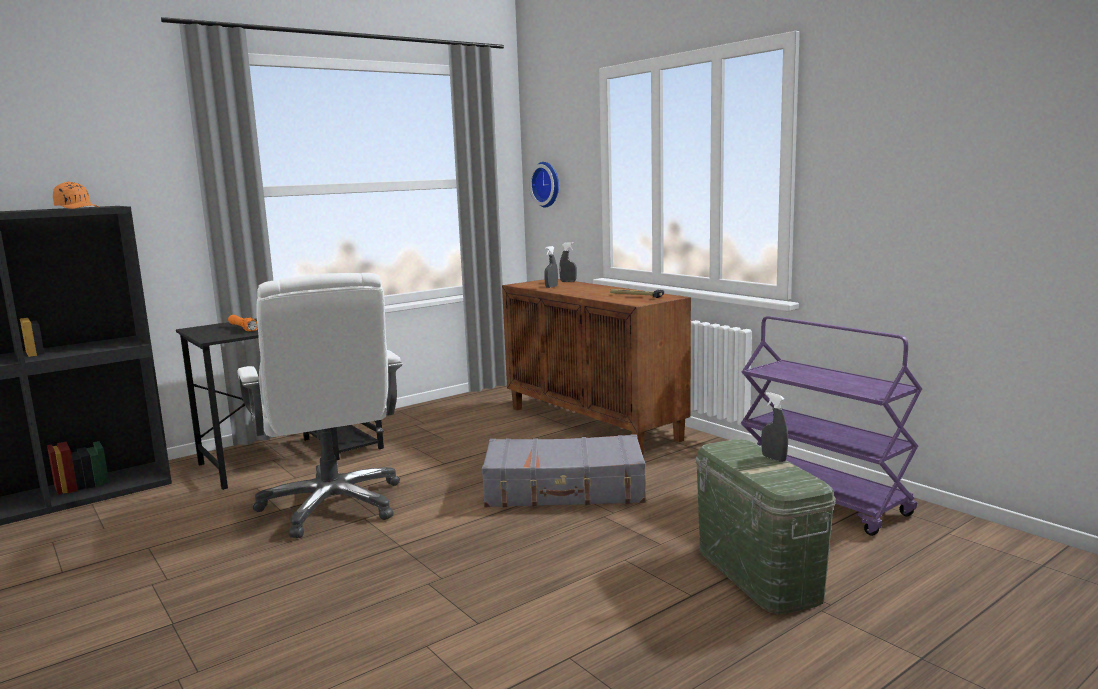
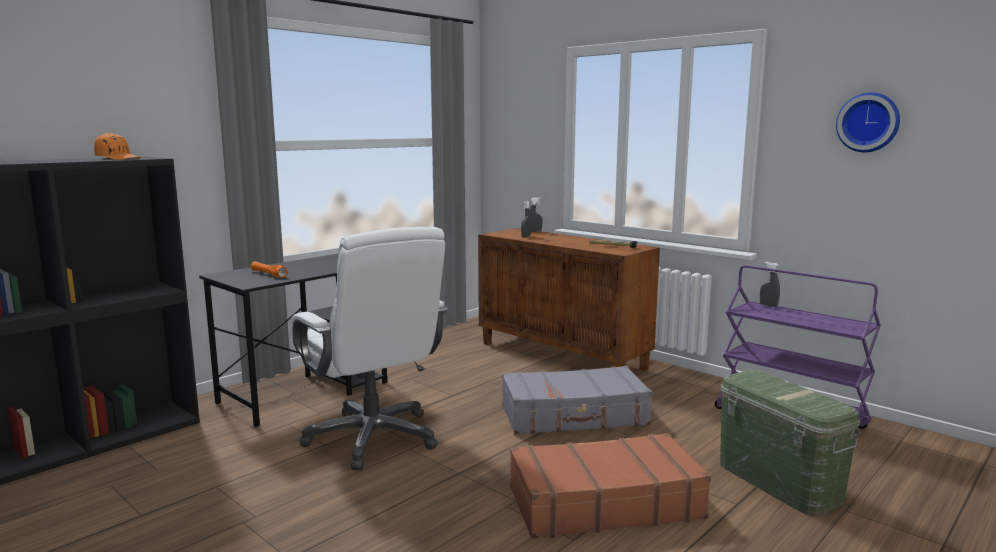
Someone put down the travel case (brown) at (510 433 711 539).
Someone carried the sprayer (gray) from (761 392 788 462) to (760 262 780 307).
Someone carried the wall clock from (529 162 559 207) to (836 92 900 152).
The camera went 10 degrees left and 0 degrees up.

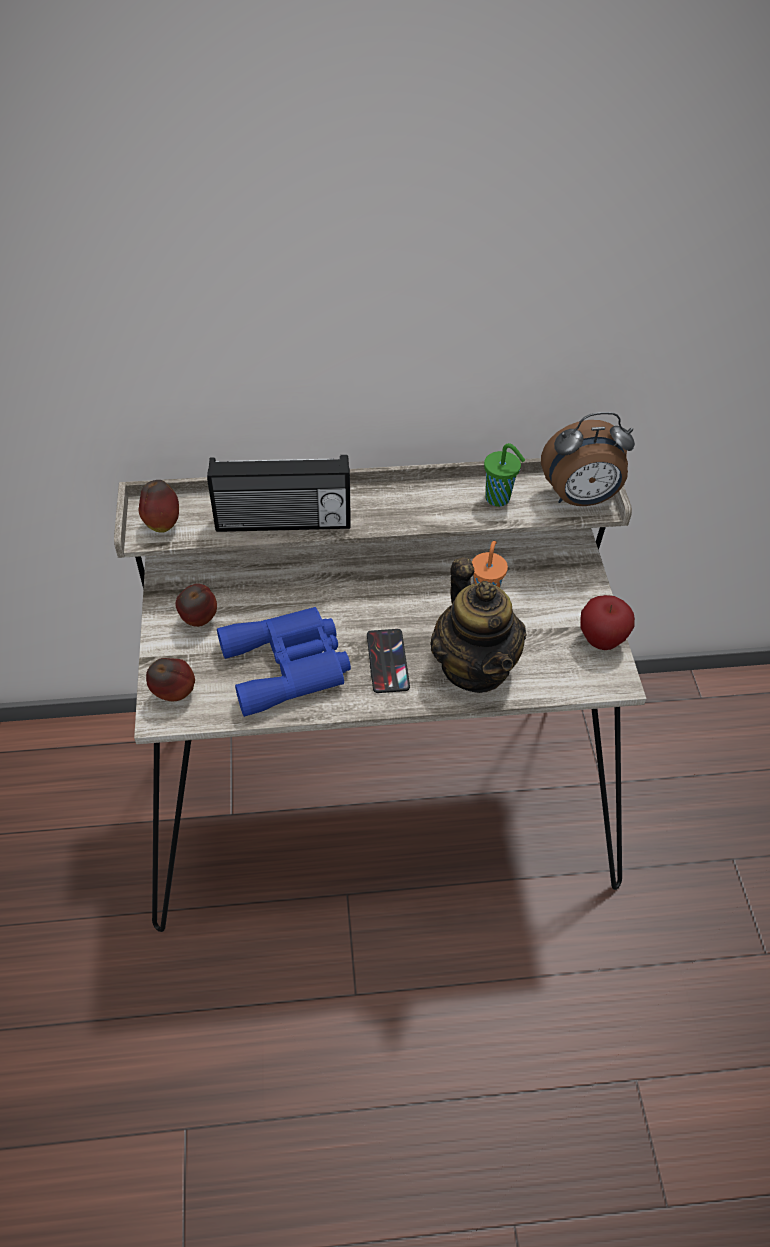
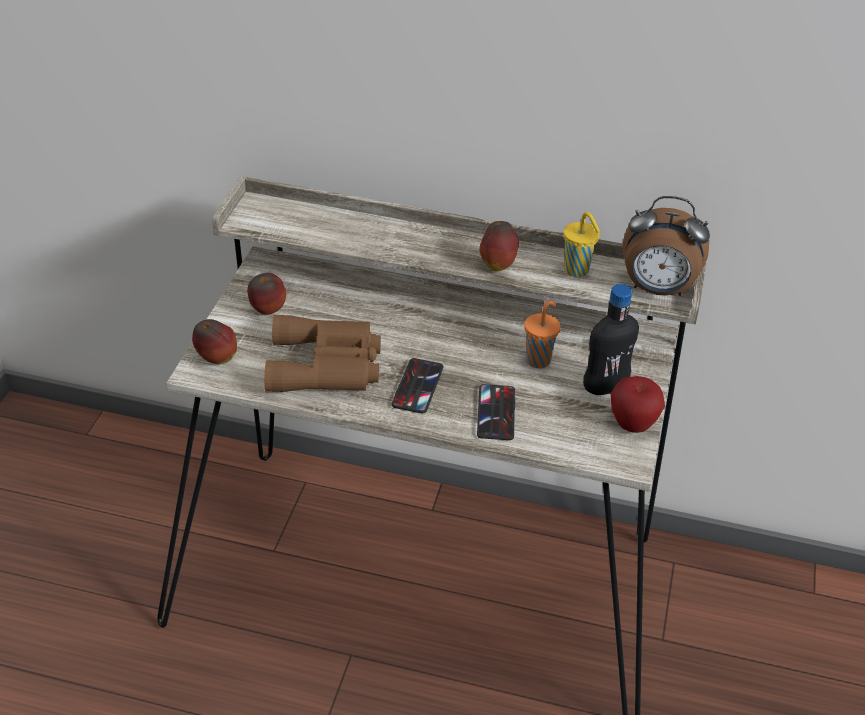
Someone repainted the field glasses (blue) at (217 607 351 717), which became the field glasses (brown) at (264 315 381 392).
Someone swapped the pot for tea at (431 558 527 693) for the handset at (477 384 515 440).
Someone carried the whole apple from (139 480 179 533) to (479 221 519 272).
Someone repainted the cup (greenish) at (484 443 525 507), which became the cup (yellow-coloured) at (563 212 600 277).
Someone put down the beverage bottle (blackish) at (583 284 639 395).
Someone took away the radio receiver at (207 455 351 532).
The camera went 20 degrees right and 10 degrees down.

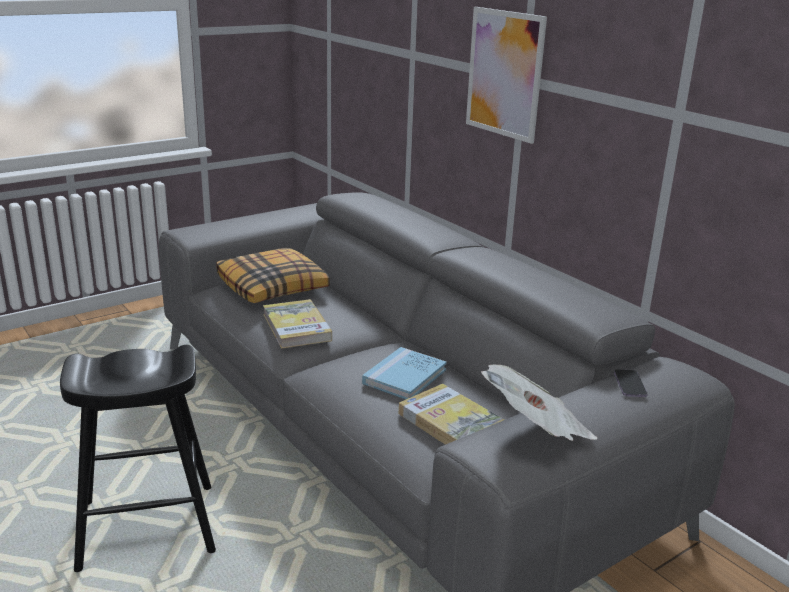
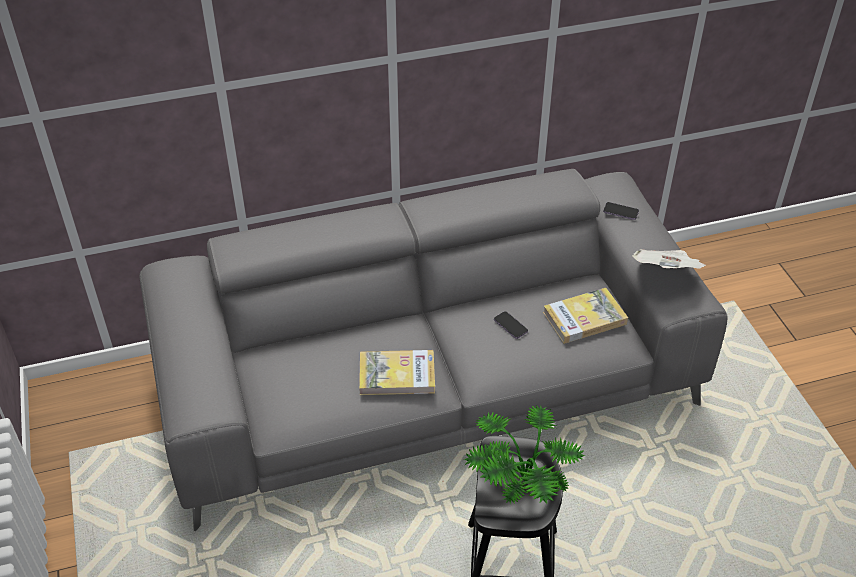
Someone put down the potted plant at (464 405 585 505).
Someone swapped the volume (blue) at (362 347 447 399) for the handset at (494 311 528 339).
Someone took away the pillow at (216 248 330 303).
Someone took away the wall art at (466 7 547 144).
The camera went 70 degrees left and 20 degrees up.

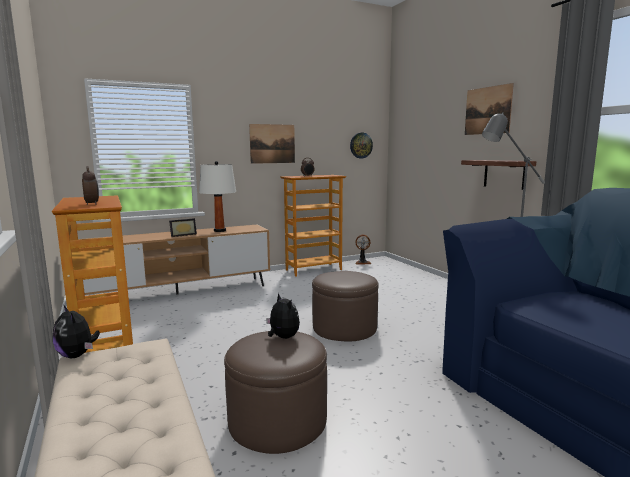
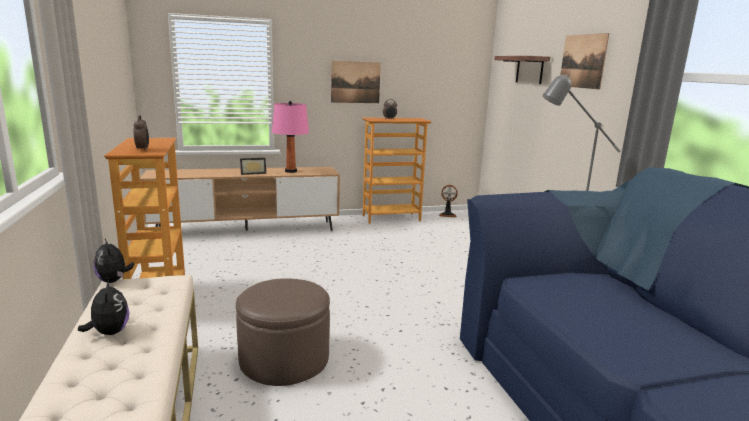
Someone carried the plush toy from (266 293 300 339) to (78 279 129 335).
Someone repainted the lamp for a table (white-coloured) at (199 161 236 232), which became the lamp for a table (pinkish) at (272 101 309 173).
Someone carried the wall shelf from (461 160 536 190) to (494 56 550 84).
Someone took away the pouffe (brown) at (312 271 379 341).
Someone took away the wall clock at (350 133 373 158).
The camera went 10 degrees right and 5 degrees up.

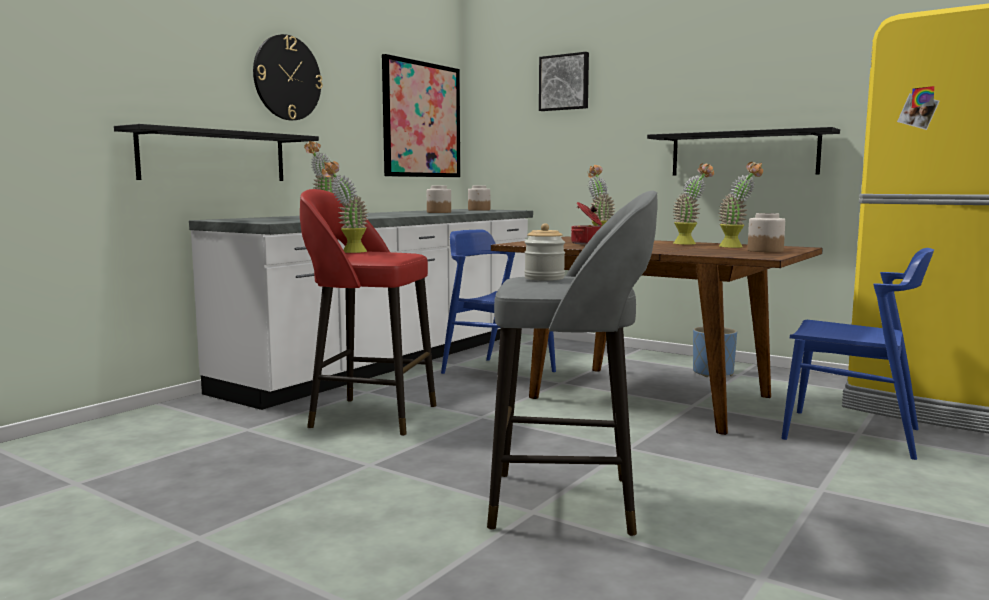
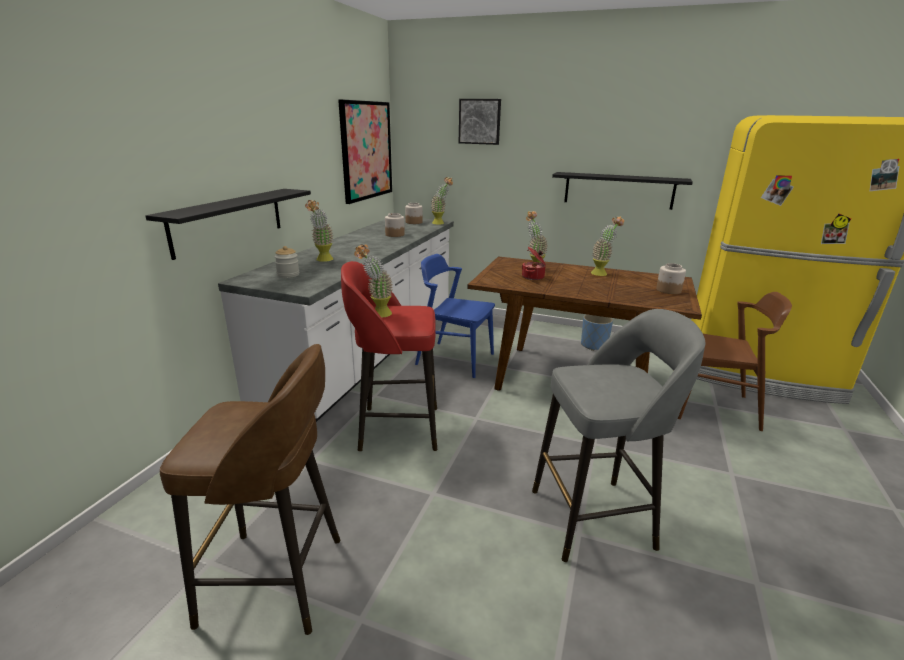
Someone put down the stool (brown) at (160 344 340 635).
Someone carried the jar from (524 223 565 281) to (274 246 299 278).
Someone carried the potted plant from (718 162 763 248) to (431 177 453 225).
Someone repainted the chair (blue) at (782 248 934 460), which became the chair (brown) at (678 292 792 431).
Someone took away the wall clock at (253 34 323 120).
The camera went 15 degrees left and 15 degrees up.

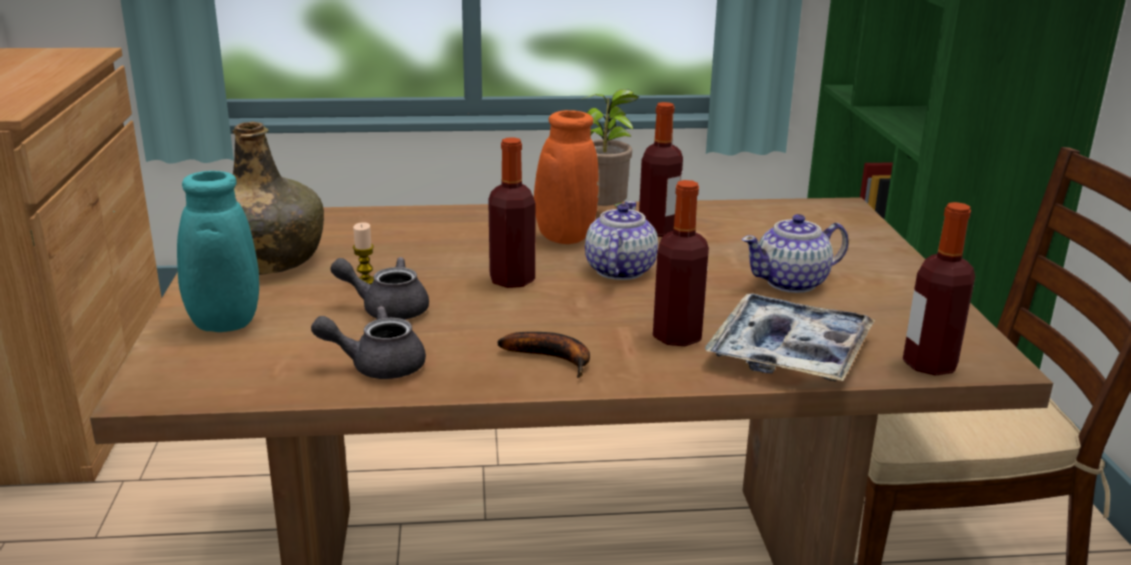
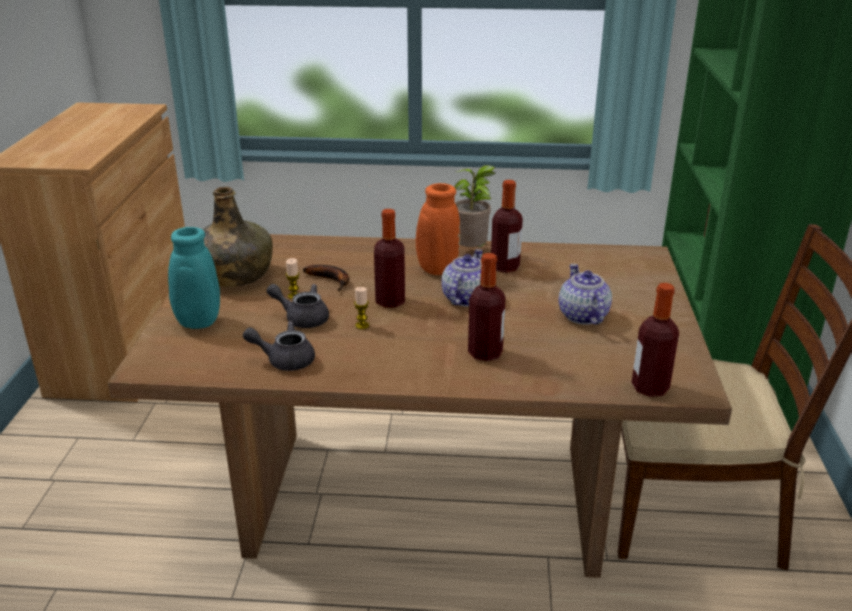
Someone carried the whole banana from (497 332 590 378) to (303 265 349 291).
Someone put down the candle at (354 287 369 329).
Someone rotated the pot for tea at (742 214 848 293) by 90 degrees clockwise.
Someone took away the tray at (704 293 875 381).
The camera went 10 degrees right and 5 degrees up.

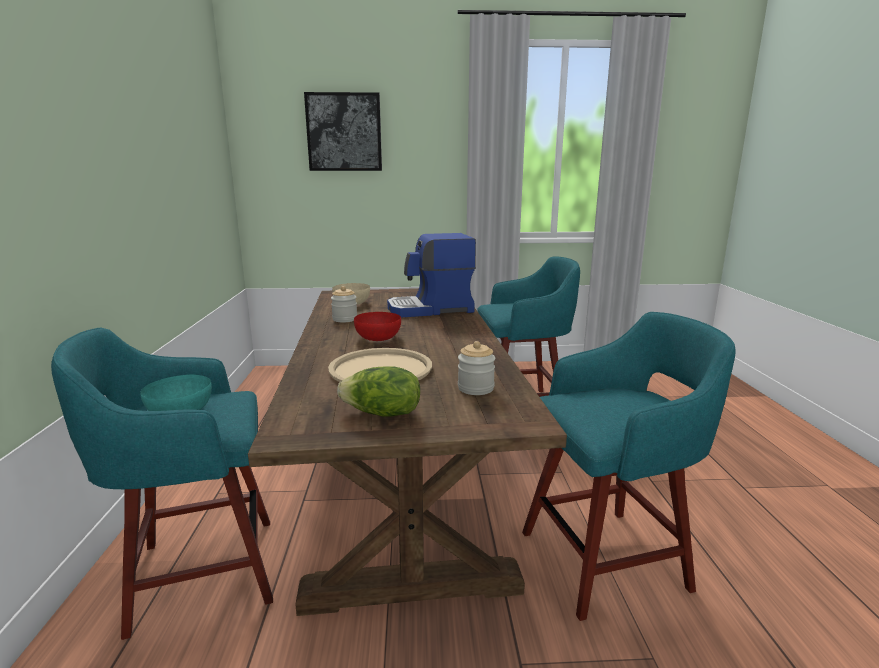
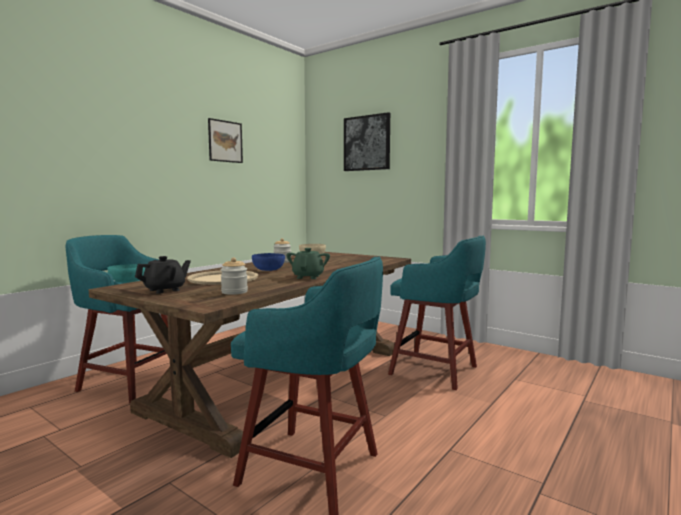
Someone swapped the head of lettuce at (337 366 420 417) for the pot for tea (blackish) at (135 256 191 294).
Someone put up the wall art at (208 118 243 163).
Someone repainted the deep dish (red-coloured) at (354 312 401 341), which became the deep dish (blue) at (252 253 285 271).
Someone put down the pot for tea (greenish) at (287 248 330 279).
Someone took away the coffee brewer at (387 233 476 318).
The camera went 40 degrees right and 10 degrees down.

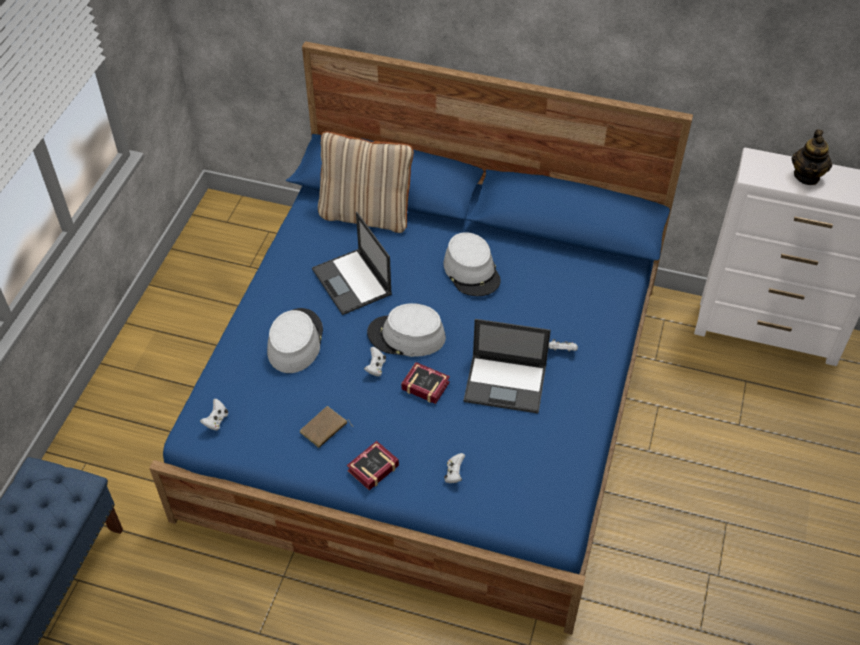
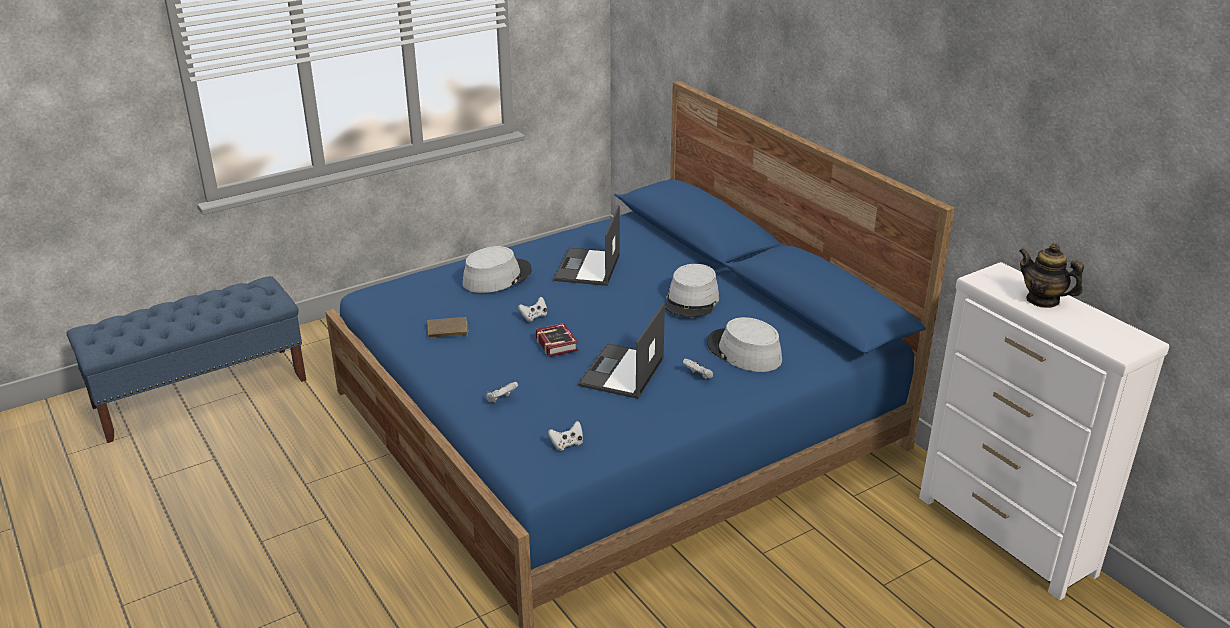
Someone carried the gamepad (white-coloured) from (200 399 228 431) to (548 421 583 451).
Someone rotated the notebook computer at (464 319 551 413) by 60 degrees clockwise.
Someone carried the hat (gray) from (367 303 446 357) to (707 317 782 372).
Someone rotated the pot for tea at (792 129 832 185) by 75 degrees clockwise.
Someone took away the pillow (beige-coloured) at (318 131 414 233).
Someone took away the volume at (347 441 399 490).
The camera went 40 degrees right and 20 degrees down.

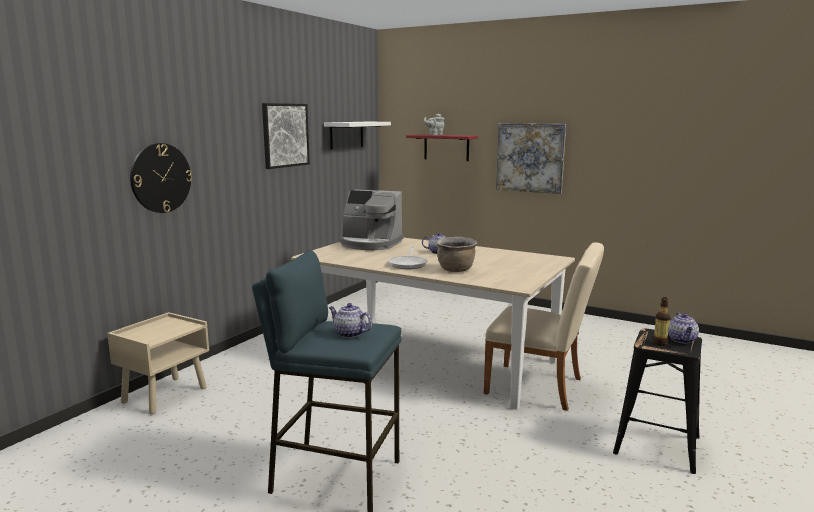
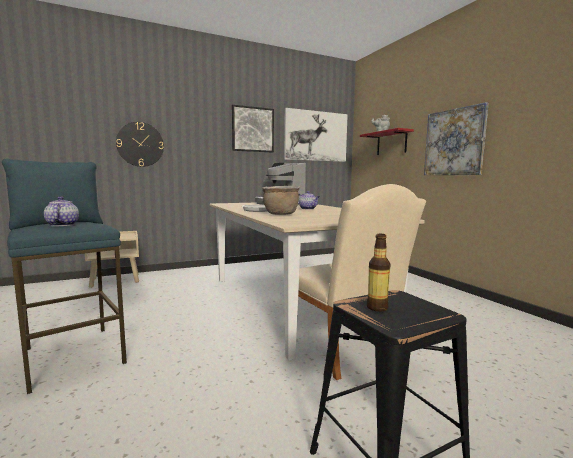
Someone swapped the wall shelf (white-coloured) at (324 122 391 149) for the wall art at (284 108 348 162).
Someone took away the pot for tea at (668 313 699 343).
The camera went 35 degrees right and 5 degrees down.

